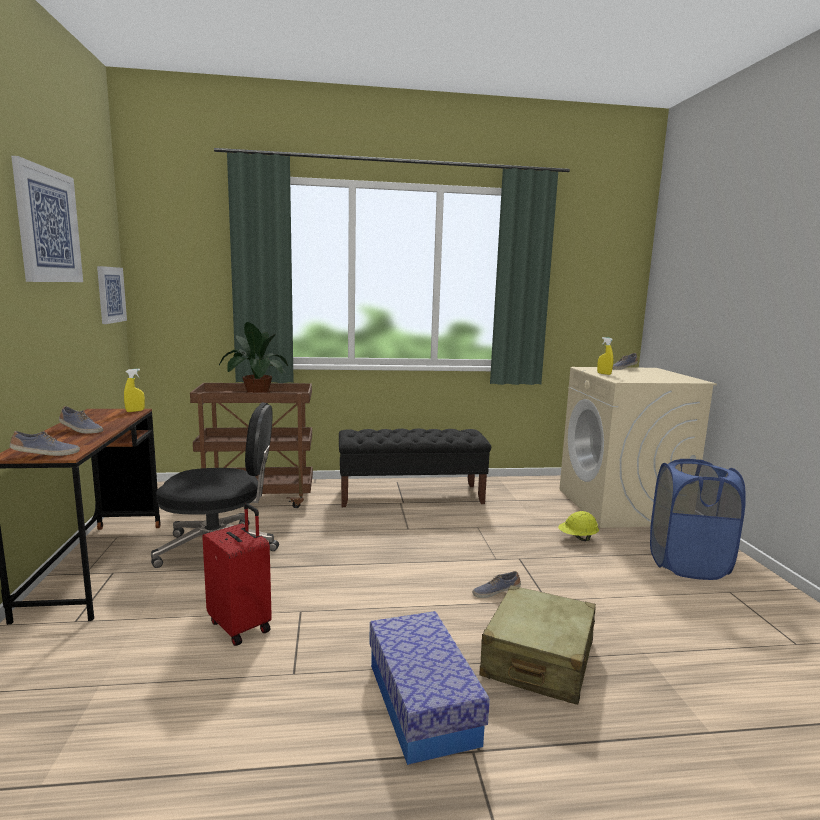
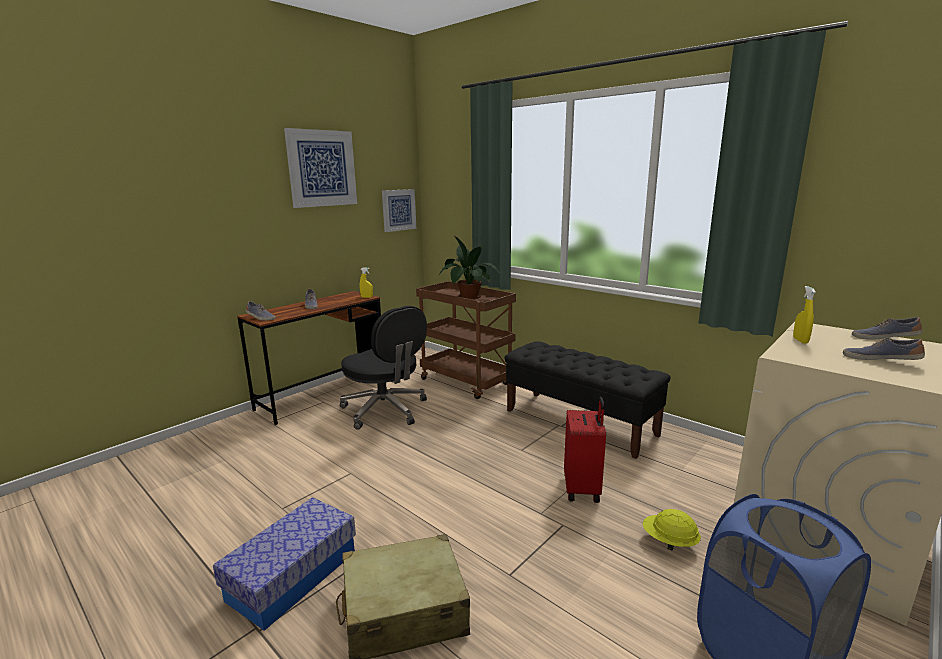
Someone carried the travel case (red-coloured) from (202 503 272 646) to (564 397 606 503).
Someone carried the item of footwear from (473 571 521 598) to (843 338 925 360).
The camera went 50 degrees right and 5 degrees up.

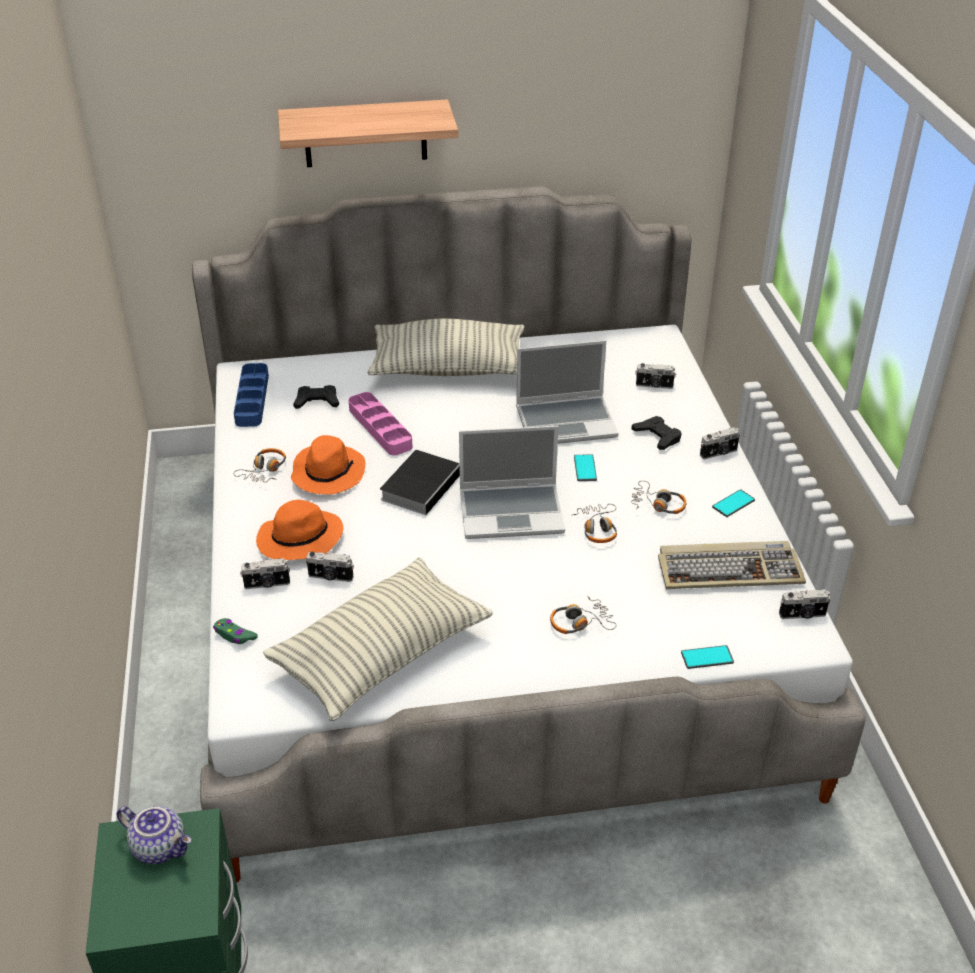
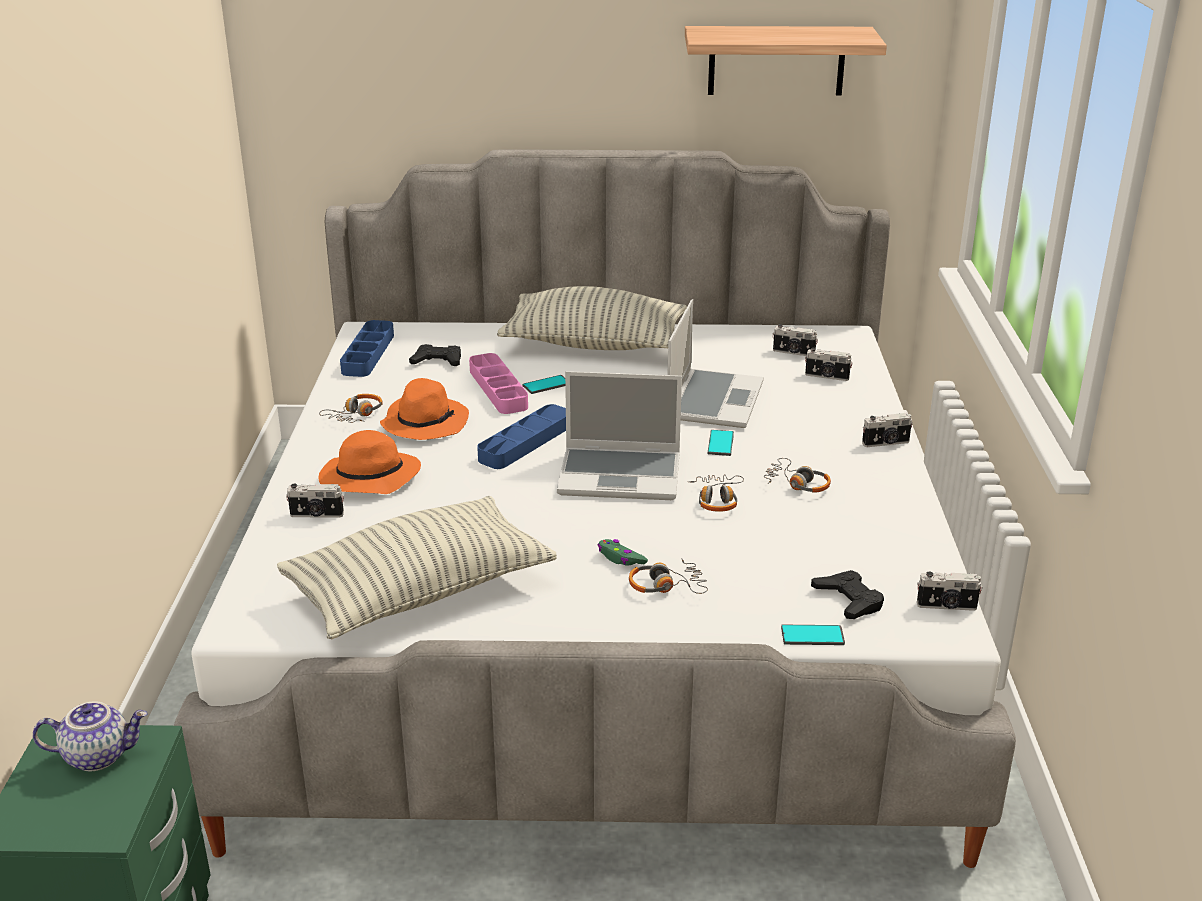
Someone rotated the pot for tea at (117 806 192 864) by 45 degrees counterclockwise.
Someone swapped the volume at (380 450 460 515) for the tray (blue) at (477 404 566 469).
Someone carried the handset from (712 489 755 517) to (523 375 565 394).
Someone carried the gamepad (greenish) from (213 618 258 644) to (597 539 648 566).
Someone rotated the notebook computer at (516 340 619 444) by 75 degrees counterclockwise.
Someone carried the wall shelf from (278 100 458 167) to (685 26 887 96).
Someone carried the photo camera from (306 552 354 582) to (773 324 818 356).
Someone carried the gamepad (blackish) from (631 416 682 450) to (811 570 884 619).
Someone took away the keyboard at (658 541 806 589).
The camera went 10 degrees right and 10 degrees down.

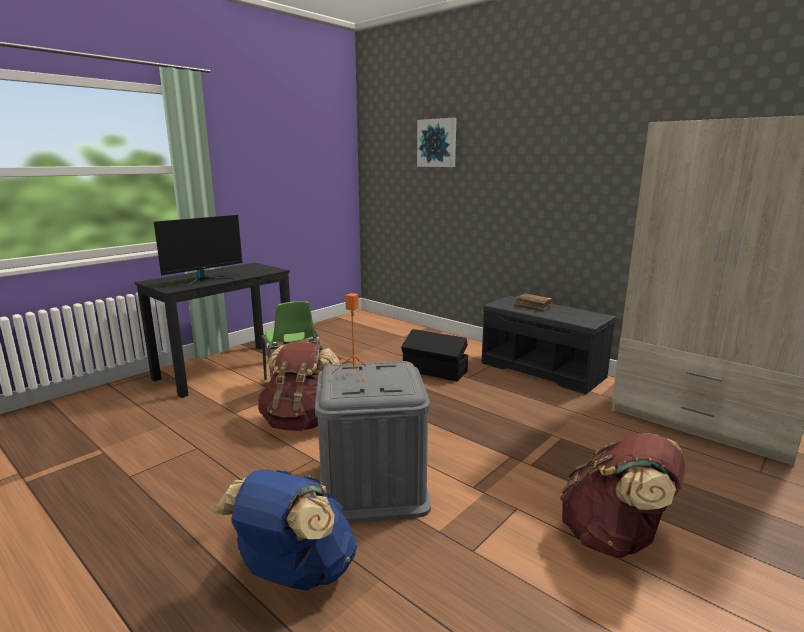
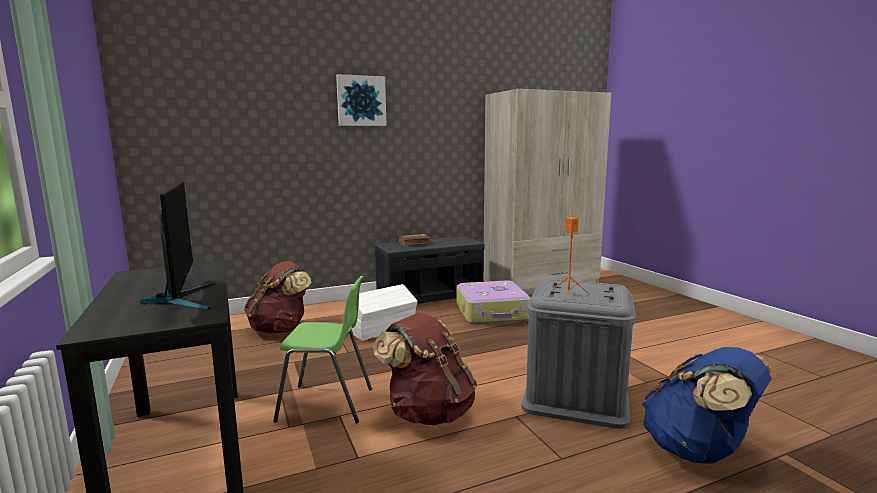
Someone carried the backpack (brown) from (560 433 686 558) to (244 261 312 333).
Someone carried the wall art from (417 118 457 167) to (336 74 387 126).
Someone repainted the storage bin (blackish) at (401 329 468 381), which became the storage bin (white-coloured) at (351 284 418 341).
Someone put down the travel case at (457 281 531 324).
The camera went 65 degrees left and 5 degrees down.

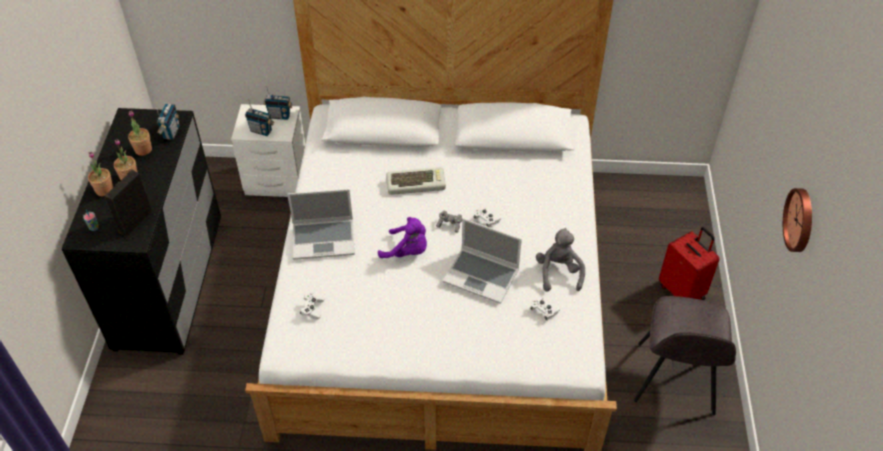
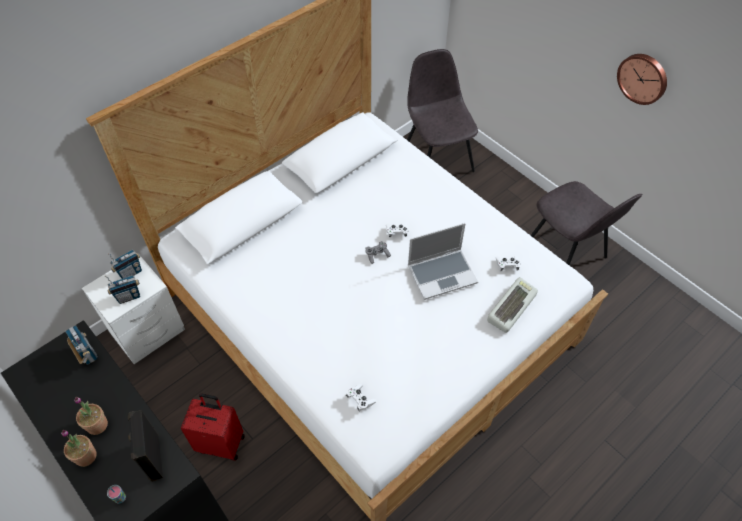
Someone carried the travel case (red-coloured) from (659 227 720 300) to (181 393 245 461).
Someone put down the chair (gray) at (407 49 478 172).
Someone carried the keyboard from (386 167 446 195) to (487 277 538 333).
Someone took away the potted plant at (128 111 152 156).
Someone took away the notebook computer at (287 189 355 260).
Someone took away the plush toy (purple-coloured) at (378 217 427 258).
Someone took away the plush toy (gray) at (536 228 585 292).
The camera went 45 degrees left and 5 degrees up.

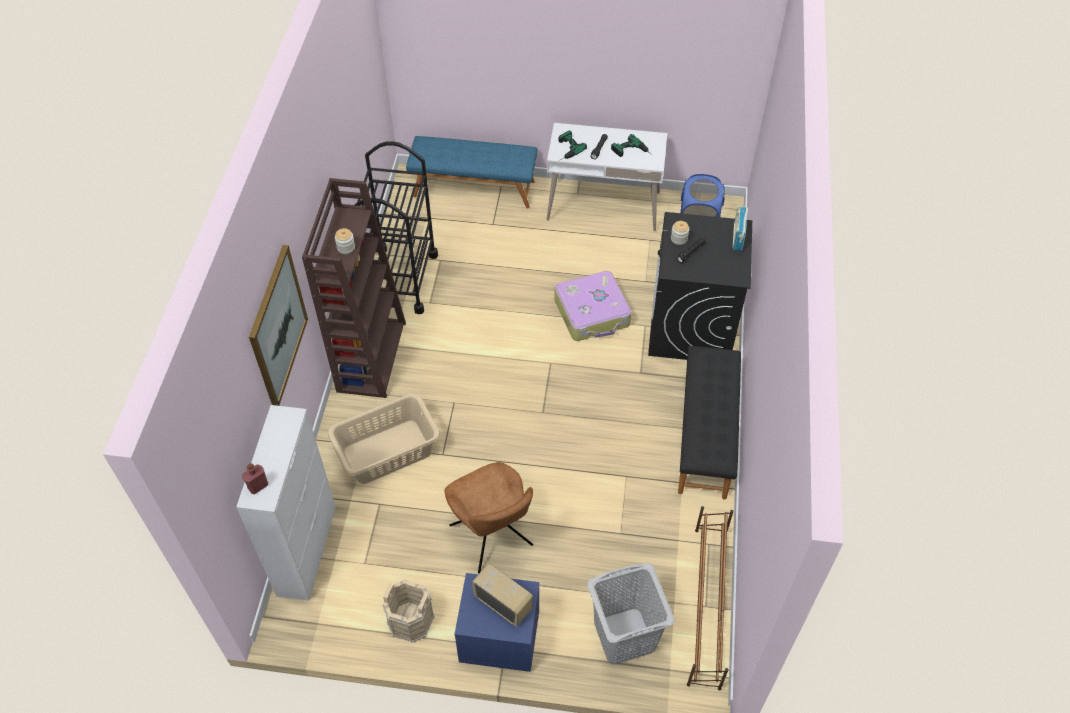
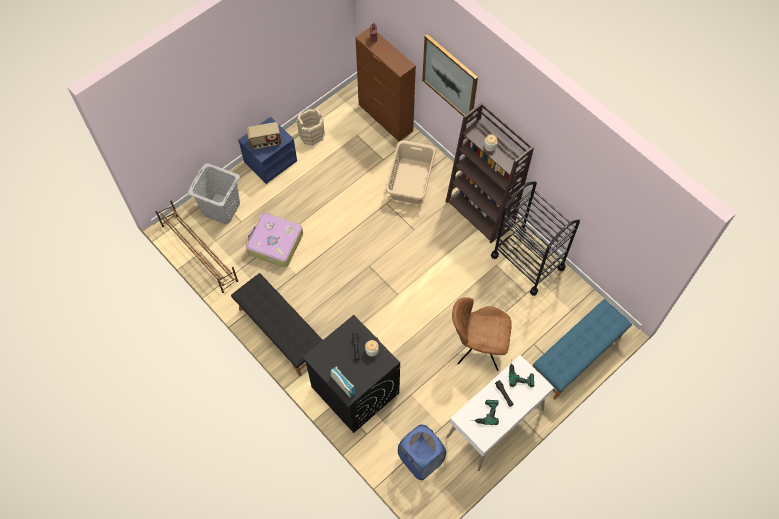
Someone carried the travel case from (554 271 631 341) to (246 213 303 268).
Someone repainted the cupboard (white-coloured) at (236 405 336 601), which became the cupboard (brown) at (355 28 416 142).
Someone carried the chair (brown) from (444 462 533 574) to (452 298 512 371).
The camera went 130 degrees right and 10 degrees up.

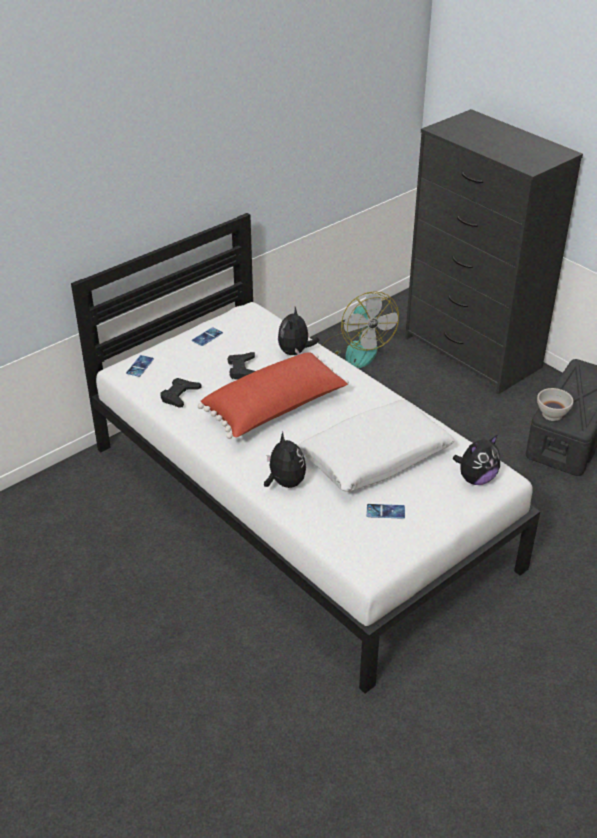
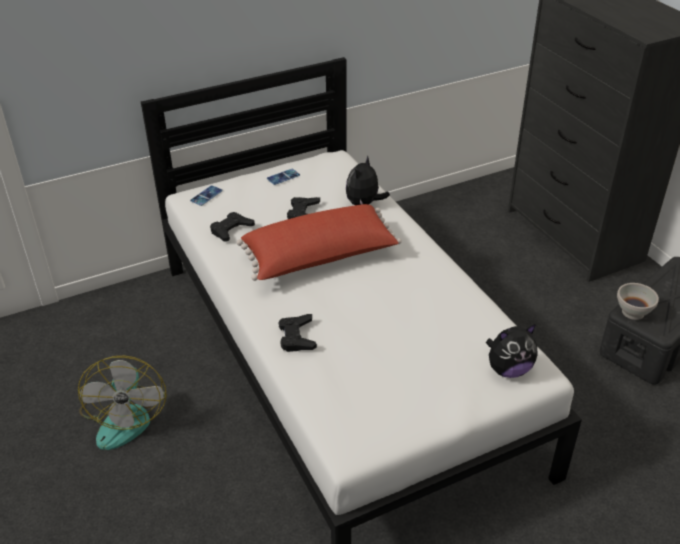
Someone carried the cooling fan from (322 291 399 368) to (78 356 167 450).
Someone swapped the plush toy at (264 432 306 488) for the gamepad (blackish) at (278 314 317 352).
Someone took away the pillow (white-coloured) at (298 400 455 492).
Someone took away the handset at (367 504 405 519).
The camera went 15 degrees right and 0 degrees up.

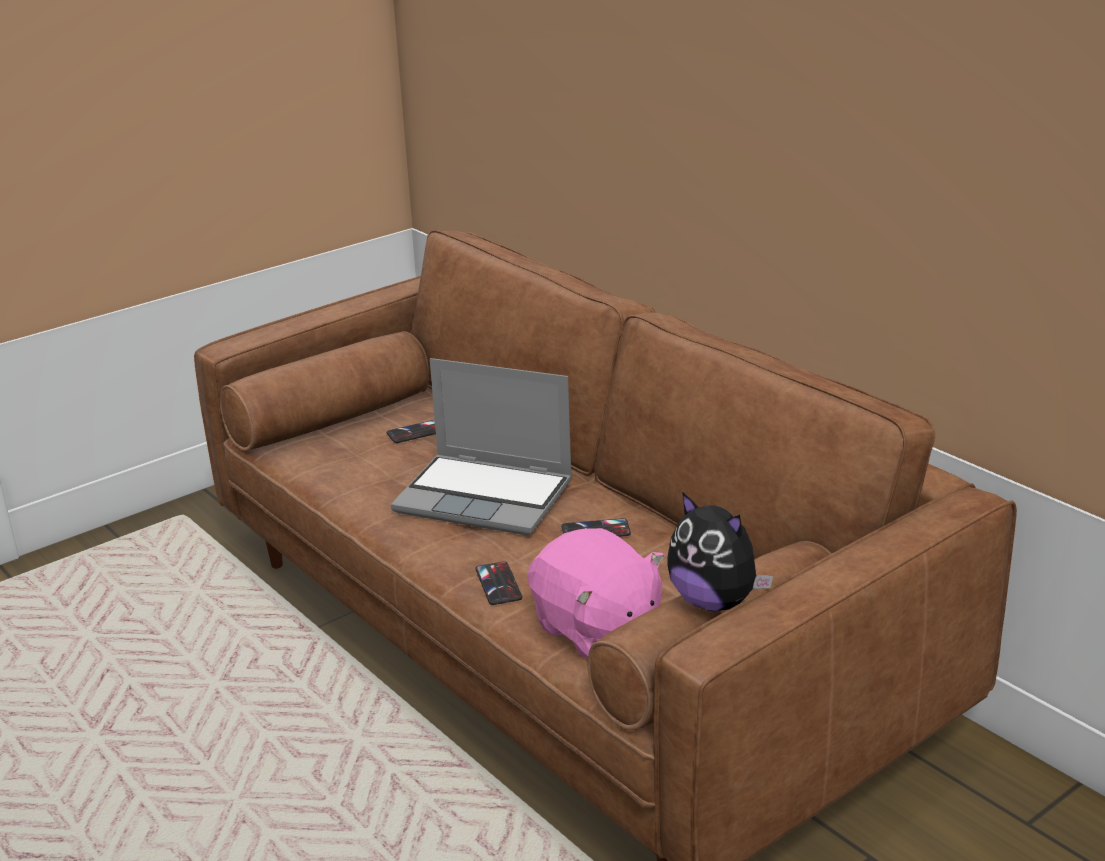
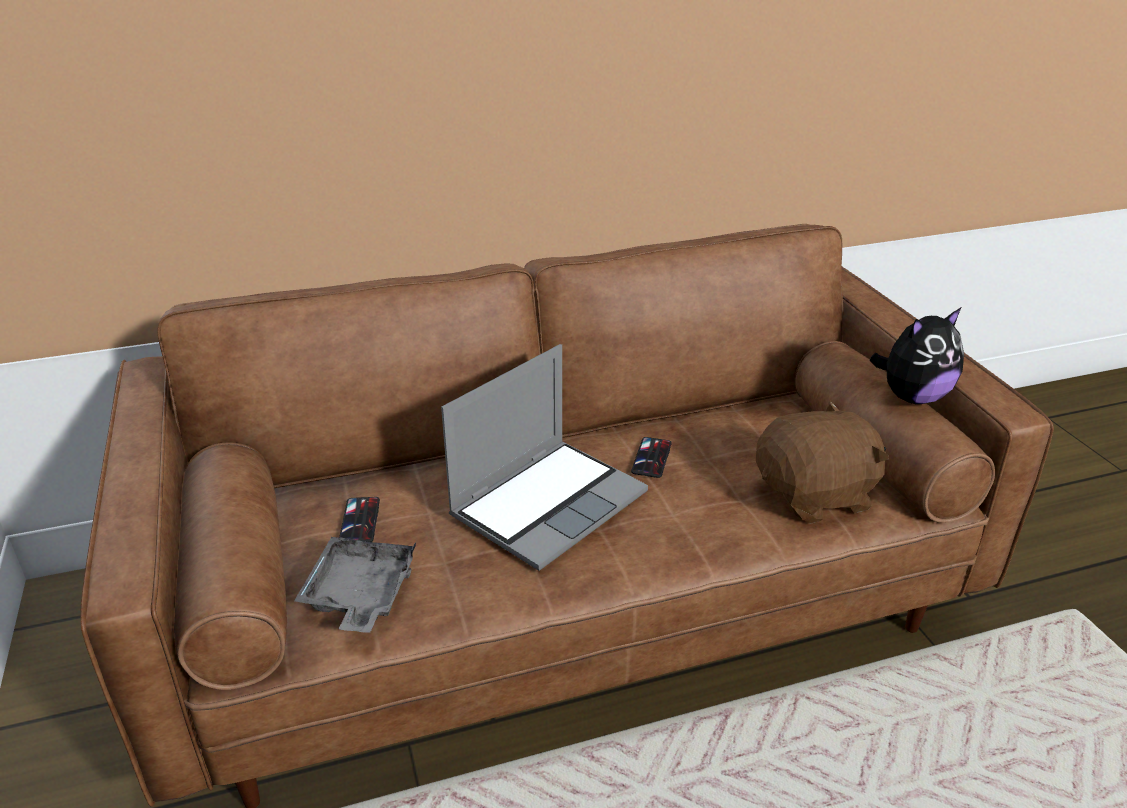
Someone put down the tray (gray) at (294 537 416 633).
Someone repainted the plush toy (pinkish) at (528 528 664 659), which became the plush toy (brown) at (756 401 889 524).
Someone took away the handset at (475 561 522 605).
The camera went 70 degrees left and 5 degrees up.

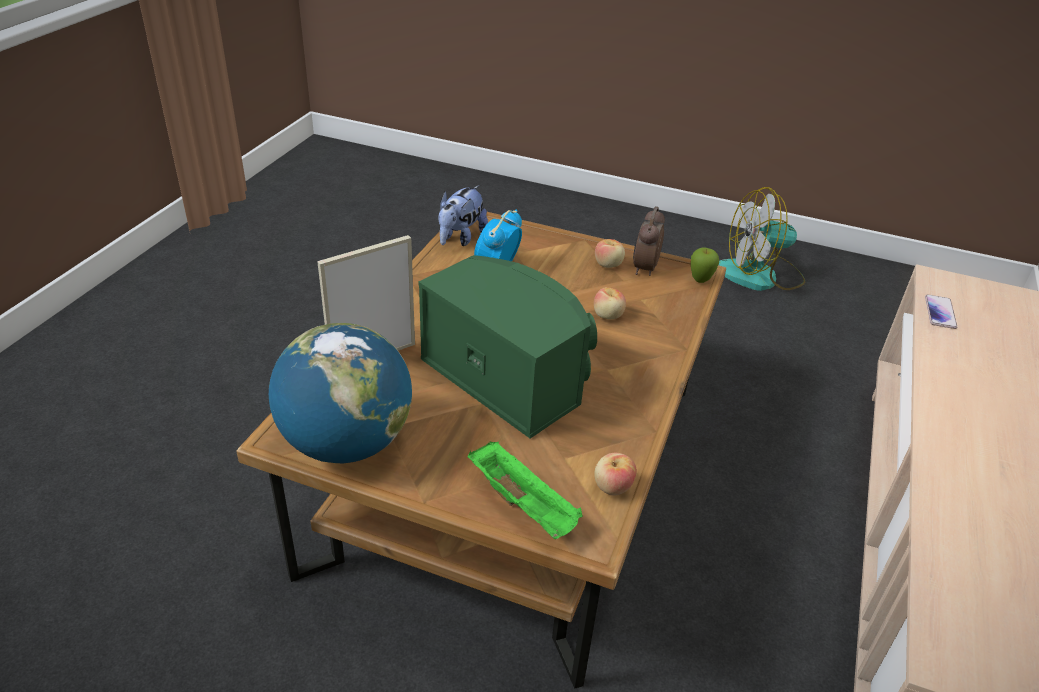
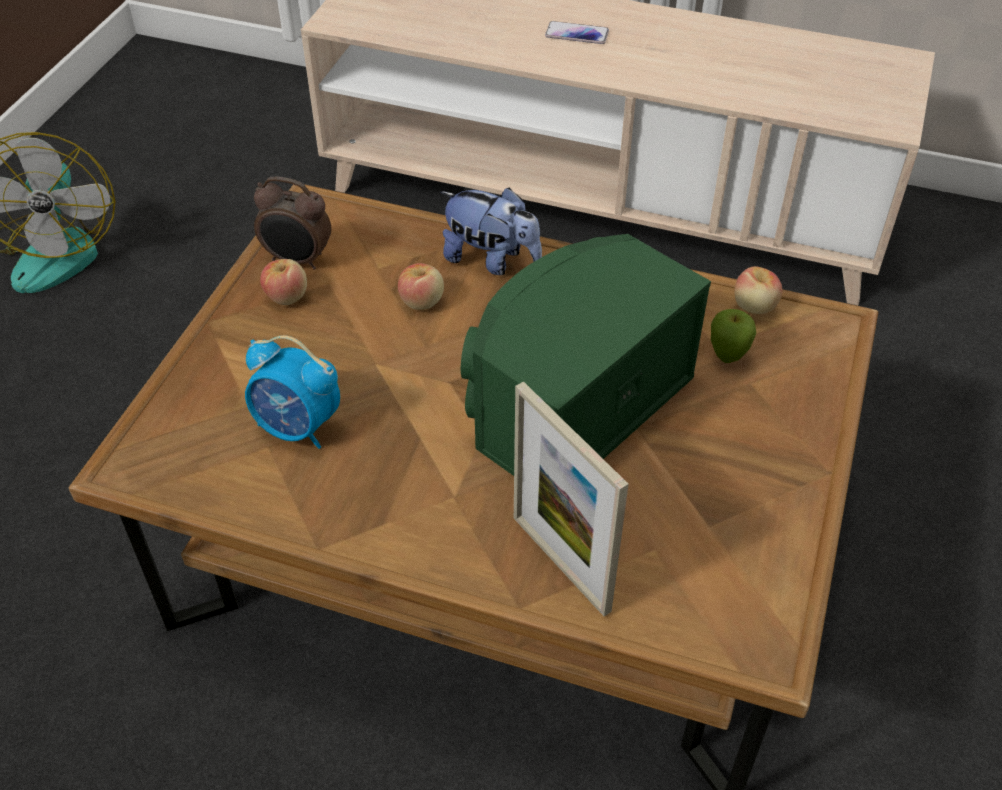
Someone carried the plush toy from (438 185 488 246) to (441 187 542 275).
Someone carried the handset from (925 294 957 329) to (545 21 609 44).
Someone carried the whole apple from (691 247 719 283) to (711 309 756 363).
Someone took away the desk globe at (269 323 412 463).
Someone took away the tray (greenish) at (468 441 583 539).
The camera went 90 degrees left and 10 degrees up.

